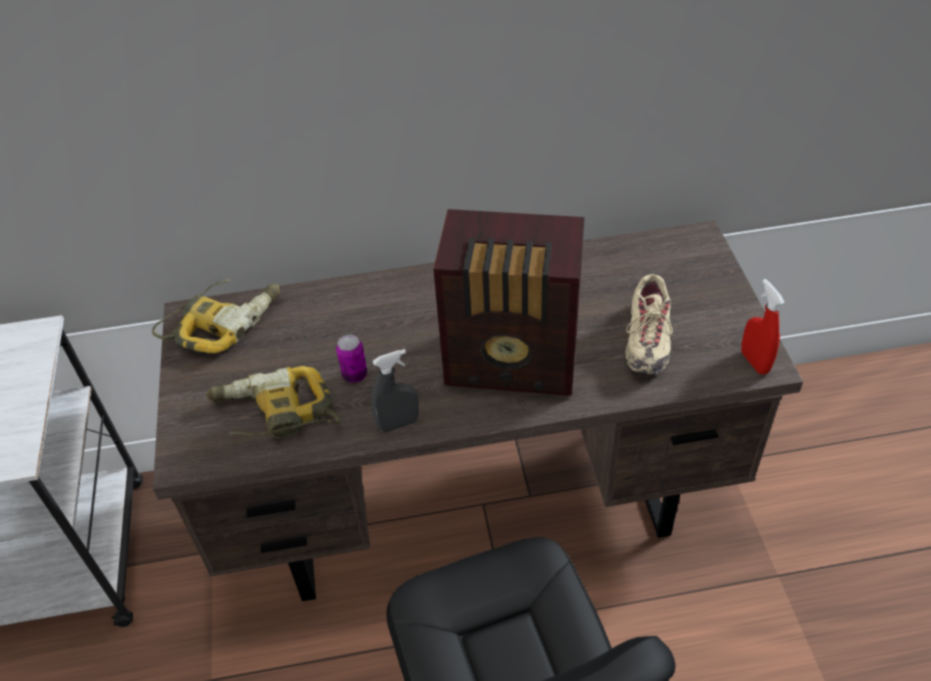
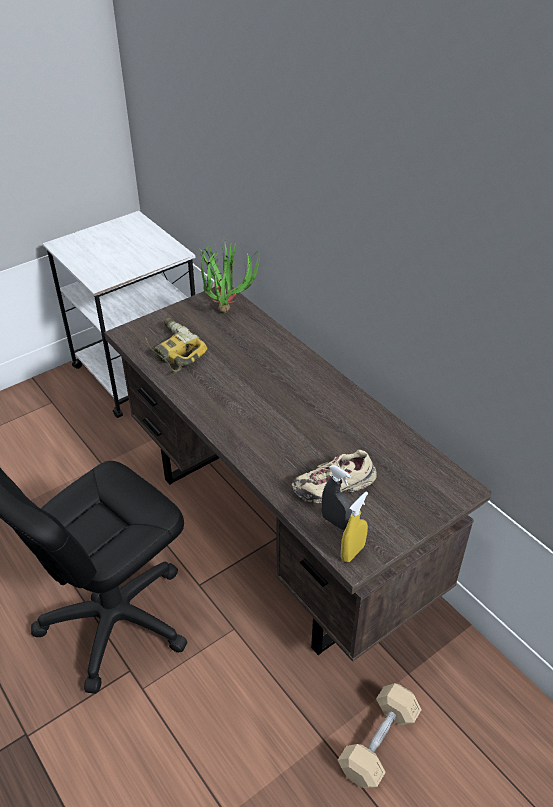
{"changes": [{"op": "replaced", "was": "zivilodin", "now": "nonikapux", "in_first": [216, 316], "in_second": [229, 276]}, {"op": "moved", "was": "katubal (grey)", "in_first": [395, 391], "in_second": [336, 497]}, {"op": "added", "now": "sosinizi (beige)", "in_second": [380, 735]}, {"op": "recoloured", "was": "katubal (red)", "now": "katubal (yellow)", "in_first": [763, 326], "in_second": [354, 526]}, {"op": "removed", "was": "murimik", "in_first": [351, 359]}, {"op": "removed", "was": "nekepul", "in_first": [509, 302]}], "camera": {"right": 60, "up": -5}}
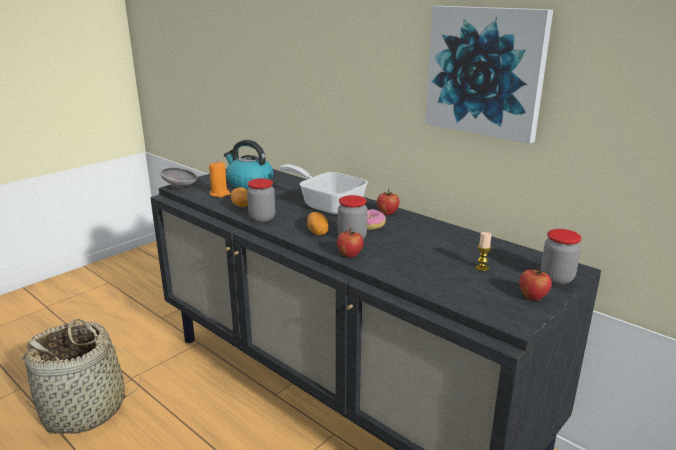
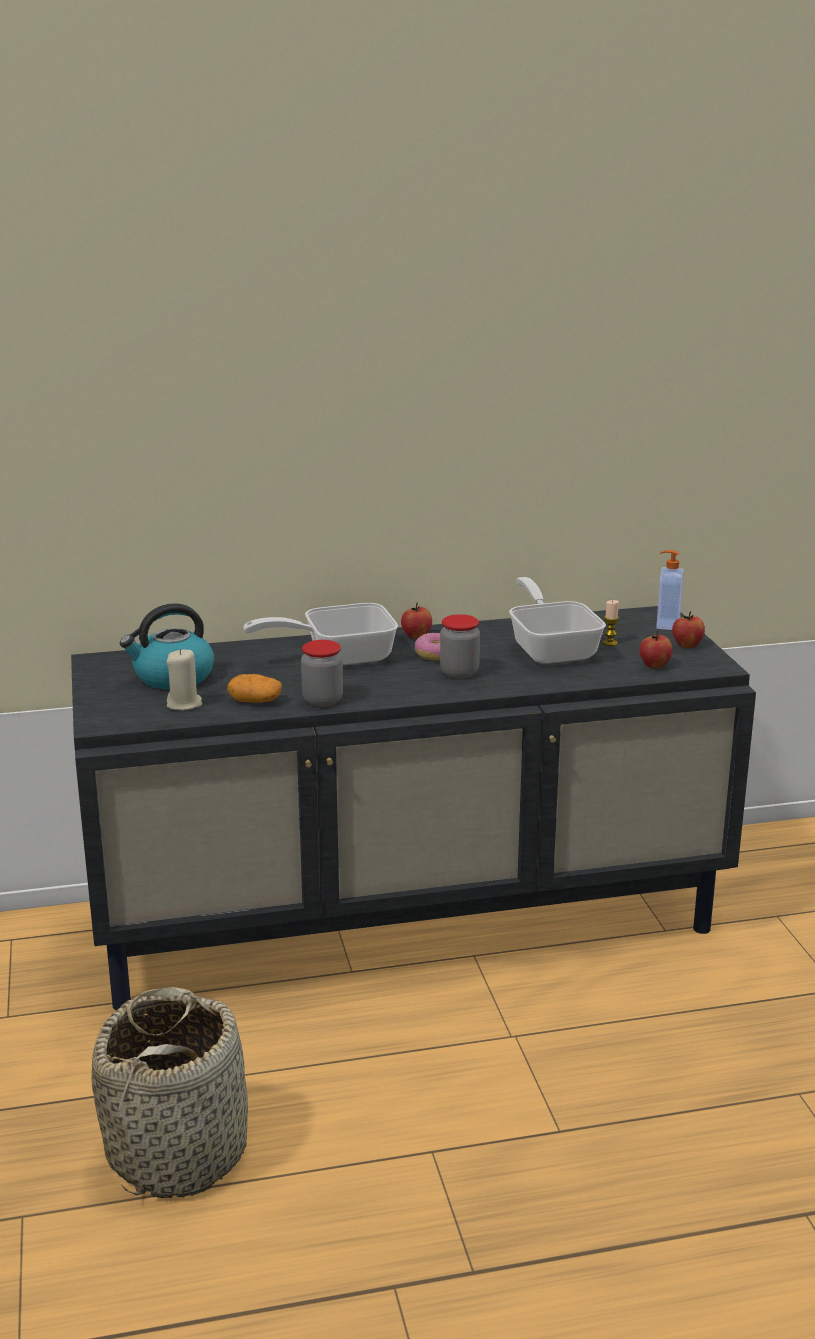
{"changes": [{"op": "recoloured", "was": "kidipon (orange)", "now": "kidipon (beige)", "in_first": [220, 179], "in_second": [184, 680]}, {"op": "added", "now": "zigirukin", "in_second": [557, 620]}, {"op": "moved", "was": "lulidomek", "in_first": [350, 243], "in_second": [655, 649]}, {"op": "replaced", "was": "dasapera", "now": "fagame", "in_first": [561, 256], "in_second": [670, 590]}, {"op": "removed", "was": "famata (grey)", "in_first": [178, 177]}, {"op": "removed", "was": "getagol", "in_first": [317, 223]}, {"op": "removed", "was": "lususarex", "in_first": [489, 75]}], "camera": {"right": -55, "up": 0}}
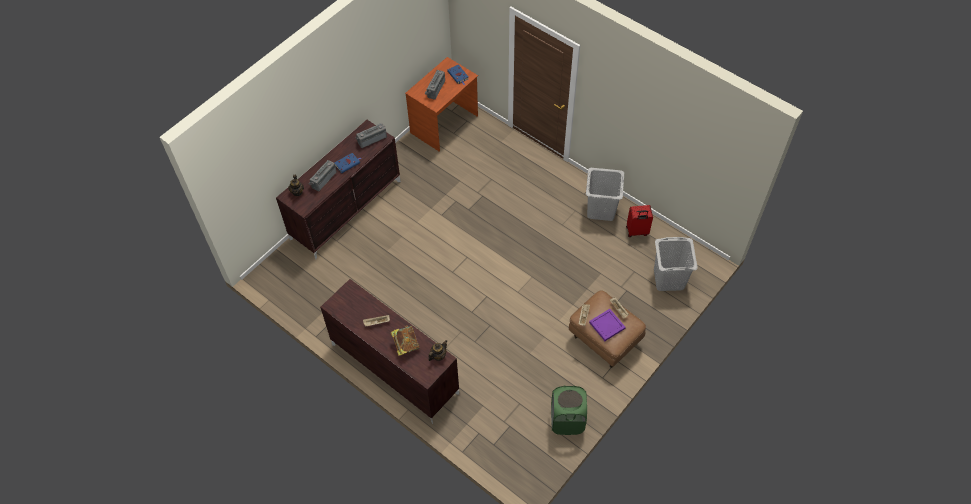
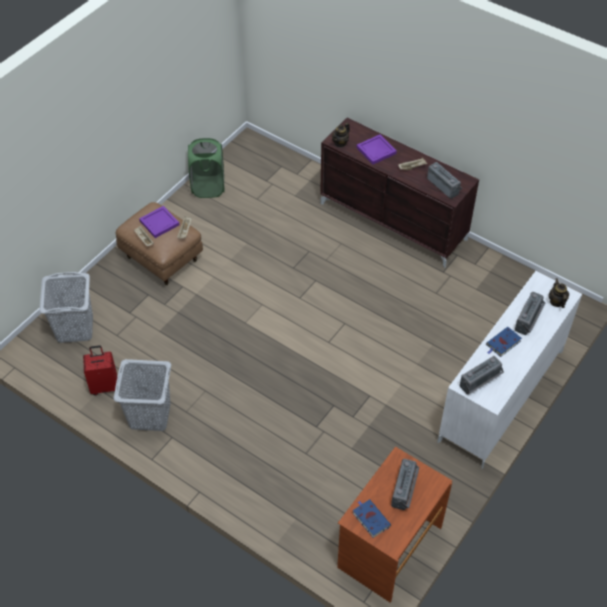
{"changes": [{"op": "replaced", "was": "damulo", "now": "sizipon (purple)", "in_first": [405, 341], "in_second": [376, 149]}, {"op": "added", "now": "nekepul", "in_second": [445, 180]}, {"op": "recoloured", "was": "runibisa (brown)", "now": "runibisa (white)", "in_first": [338, 189], "in_second": [509, 370]}], "camera": {"right": 175, "up": -5}}
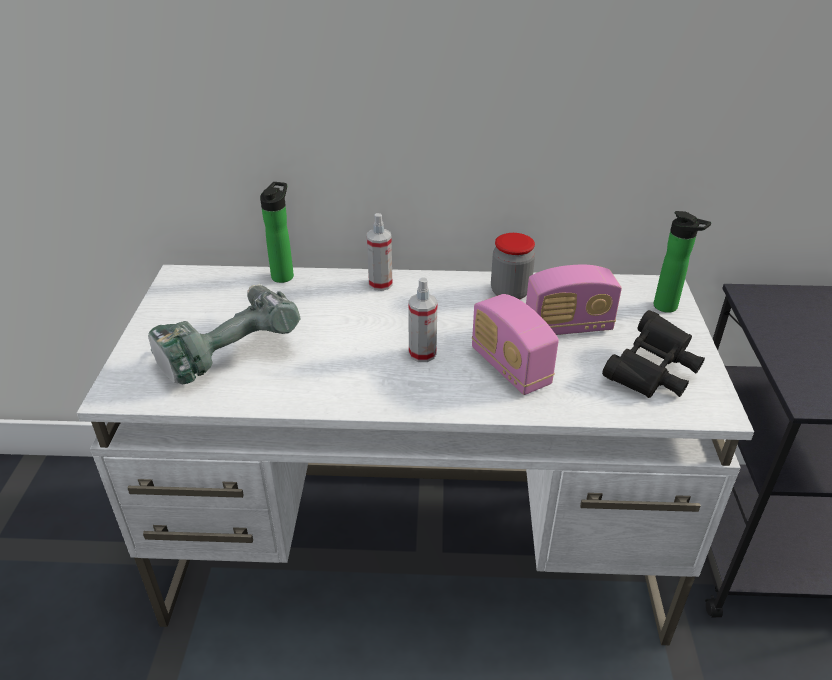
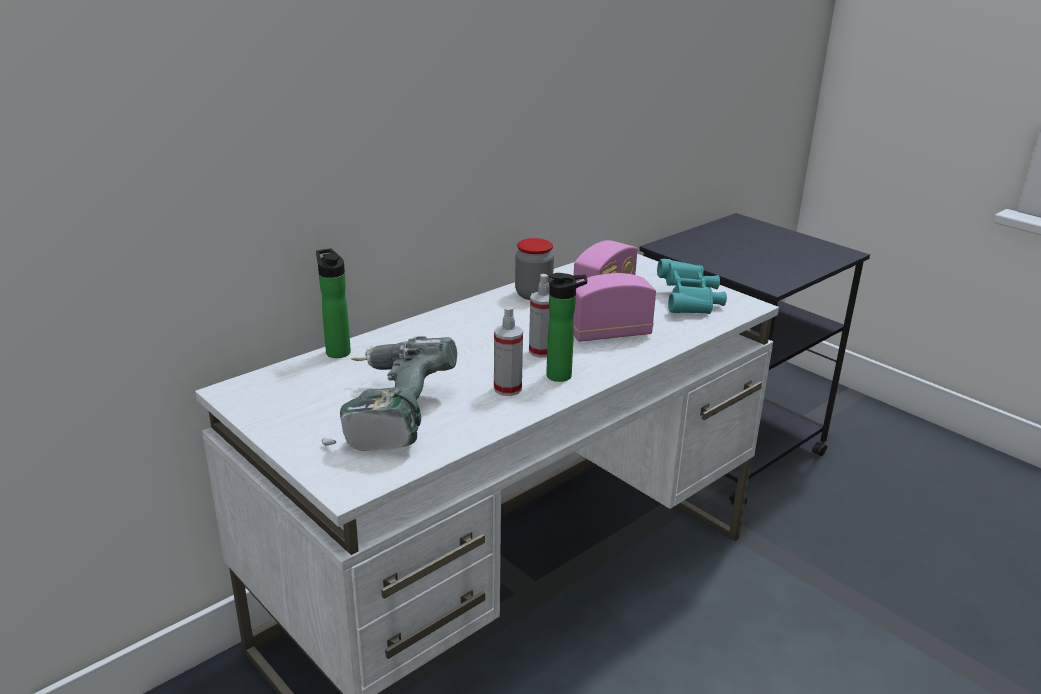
{"changes": [{"op": "moved", "was": "katubal", "in_first": [380, 252], "in_second": [508, 351]}, {"op": "moved", "was": "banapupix", "in_first": [683, 262], "in_second": [566, 327]}, {"op": "turned", "was": "nekepul", "in_first": [515, 344], "in_second": [614, 307], "clockwise": 150}, {"op": "recoloured", "was": "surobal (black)", "now": "surobal (turquoise)", "in_first": [653, 354], "in_second": [692, 286]}], "camera": {"right": -45, "up": -10}}
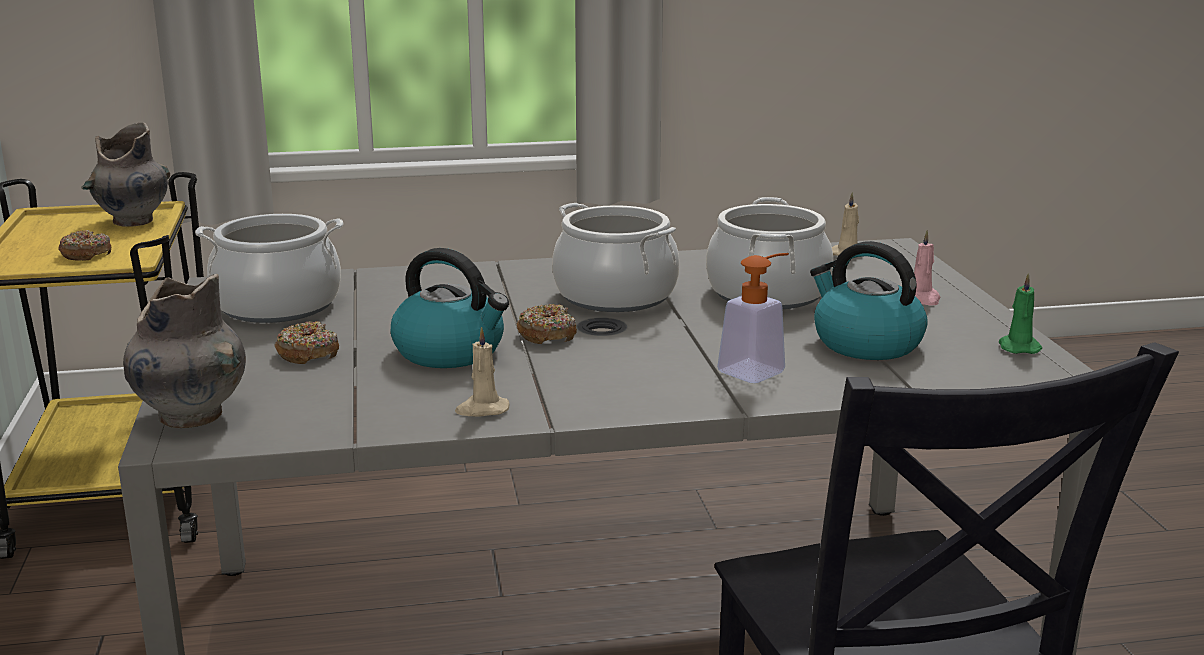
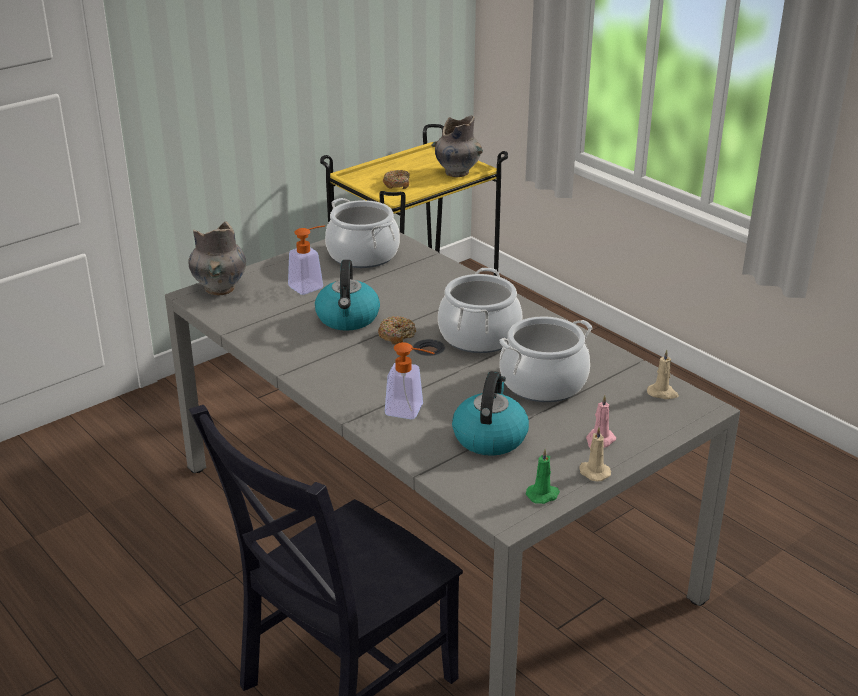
{"changes": [{"op": "replaced", "was": "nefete", "now": "fagame", "in_first": [306, 342], "in_second": [306, 260]}, {"op": "moved", "was": "kidipon (beige)", "in_first": [482, 372], "in_second": [595, 454]}], "camera": {"right": 60, "up": 10}}
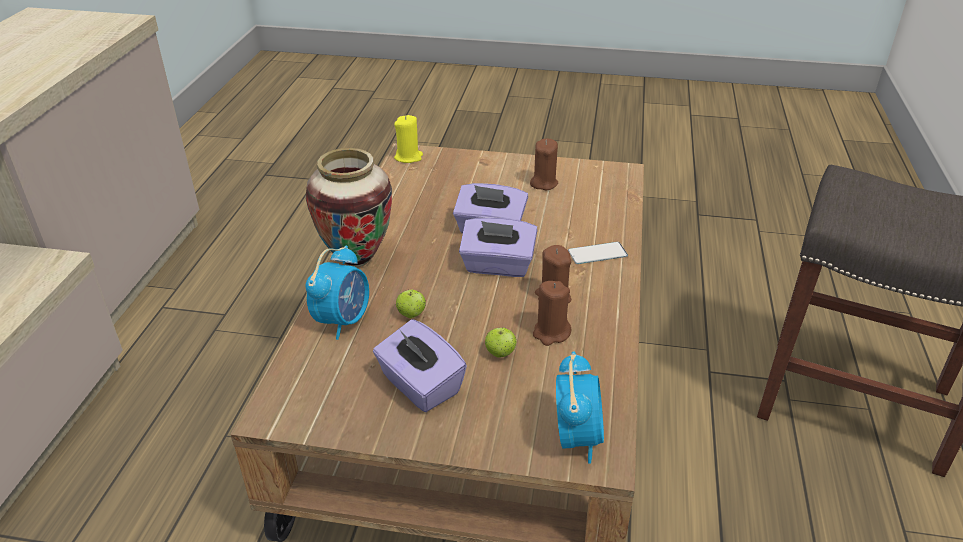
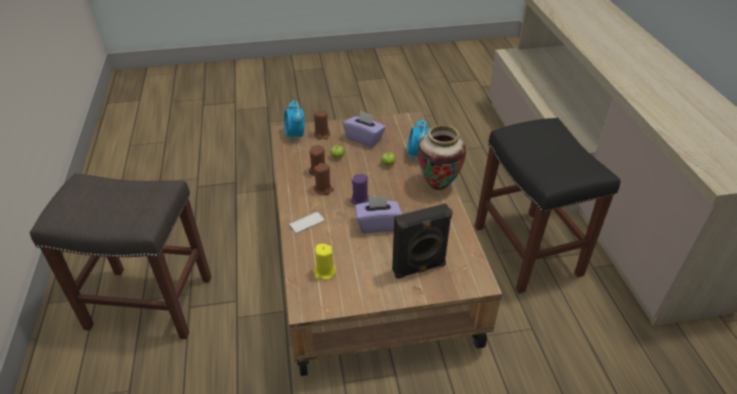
{"changes": [{"op": "moved", "was": "kidipon (brown)", "in_first": [544, 164], "in_second": [322, 125]}, {"op": "moved", "was": "kidipon (yellow)", "in_first": [408, 139], "in_second": [325, 262]}, {"op": "replaced", "was": "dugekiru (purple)", "now": "kidipon (purple)", "in_first": [498, 247], "in_second": [360, 189]}, {"op": "added", "now": "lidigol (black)", "in_second": [422, 241]}, {"op": "added", "now": "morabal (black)", "in_second": [548, 206]}], "camera": {"right": 160, "up": 5}}
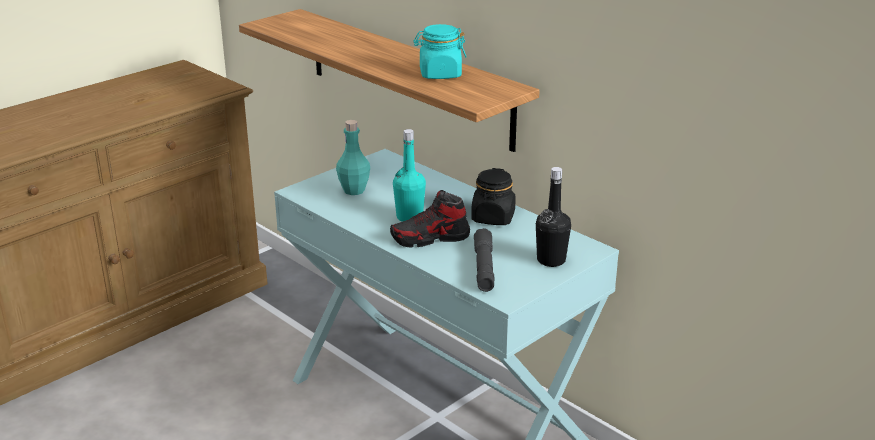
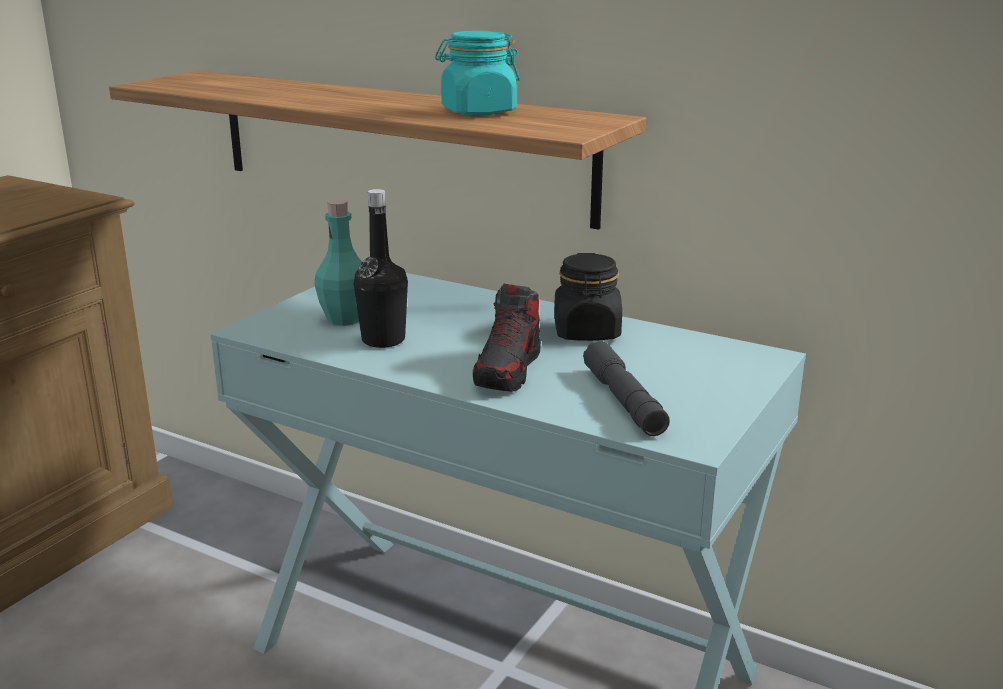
{"changes": [{"op": "moved", "was": "banapupix (black)", "in_first": [553, 217], "in_second": [381, 268]}, {"op": "turned", "was": "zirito", "in_first": [430, 218], "in_second": [507, 338], "clockwise": -45}, {"op": "removed", "was": "banapupix (turquoise)", "in_first": [409, 175]}], "camera": {"right": -15, "up": -5}}
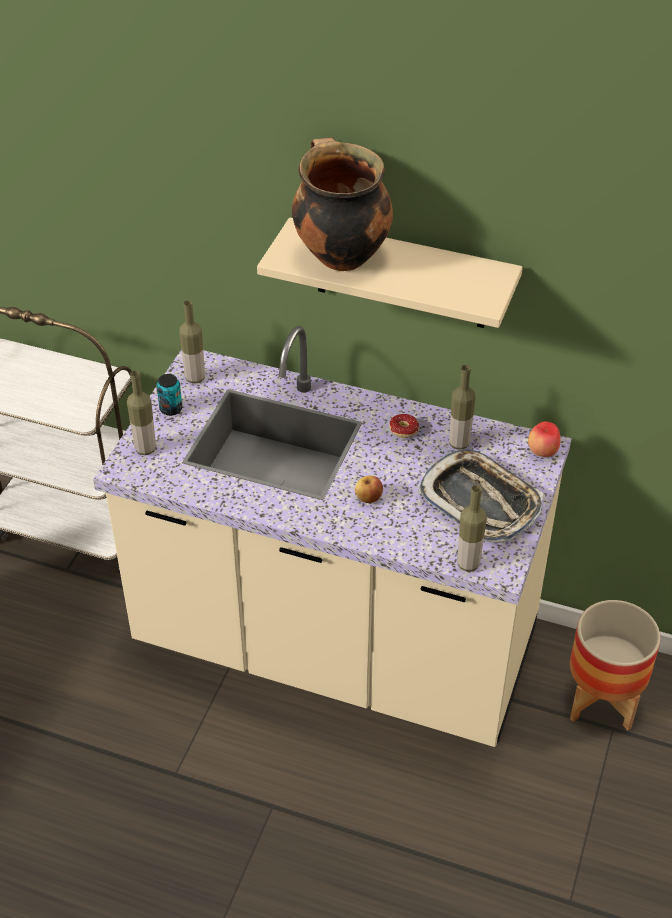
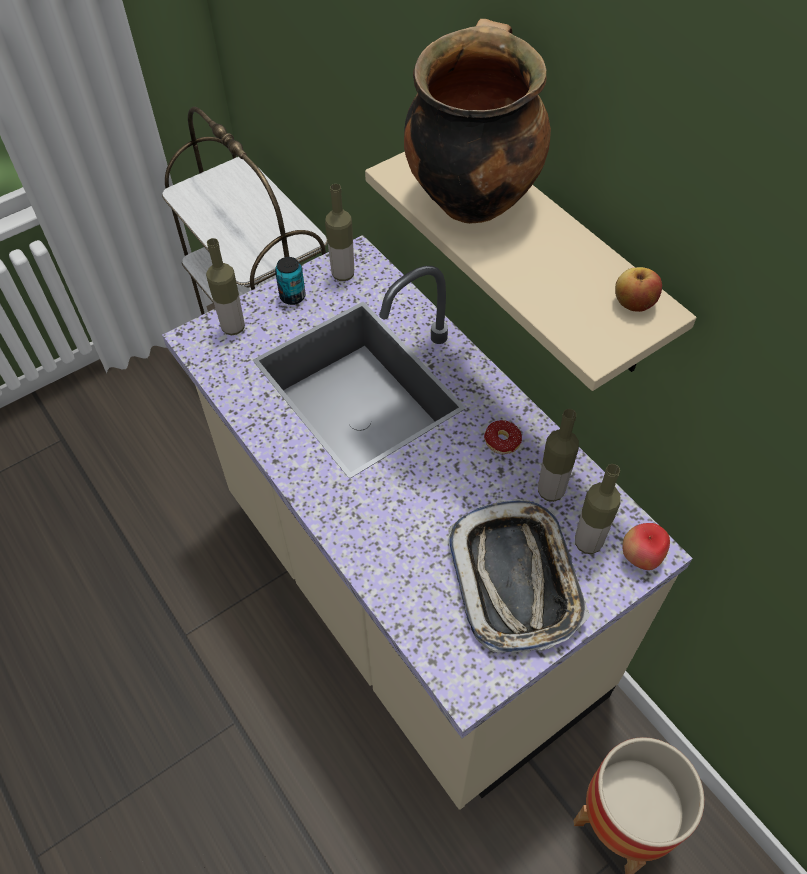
{"changes": [{"op": "moved", "was": "banapupix", "in_first": [472, 528], "in_second": [598, 509]}, {"op": "moved", "was": "lulidomek", "in_first": [369, 489], "in_second": [638, 289]}], "camera": {"right": 35, "up": 10}}
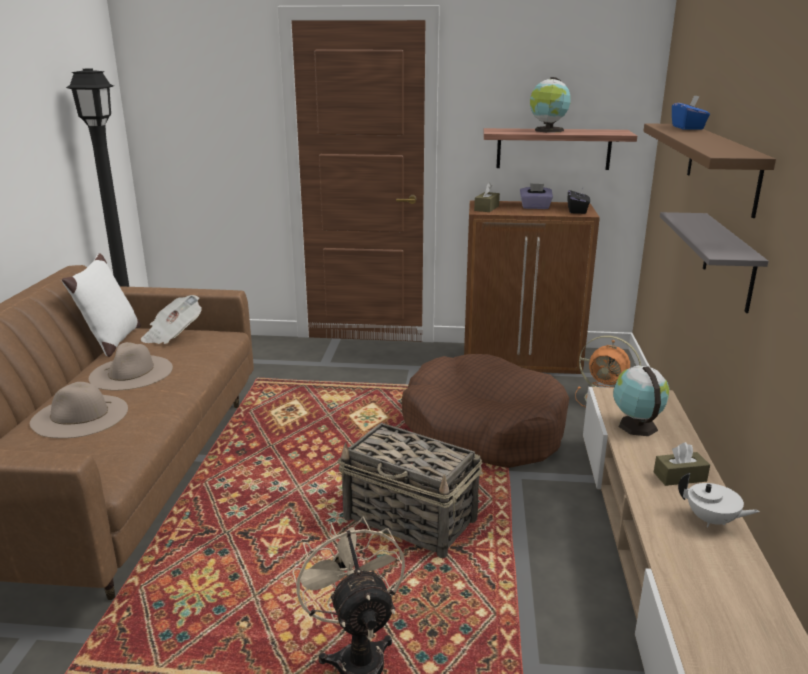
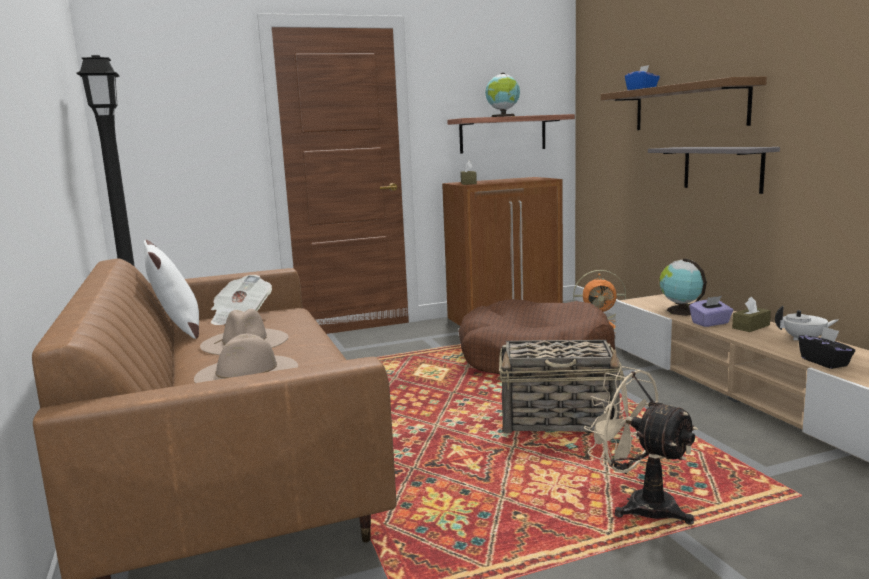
{"changes": [{"op": "moved", "was": "dugekiru (purple)", "in_first": [536, 196], "in_second": [711, 311]}, {"op": "moved", "was": "dugekiru (black)", "in_first": [579, 200], "in_second": [826, 347]}], "camera": {"right": -25, "up": -10}}
